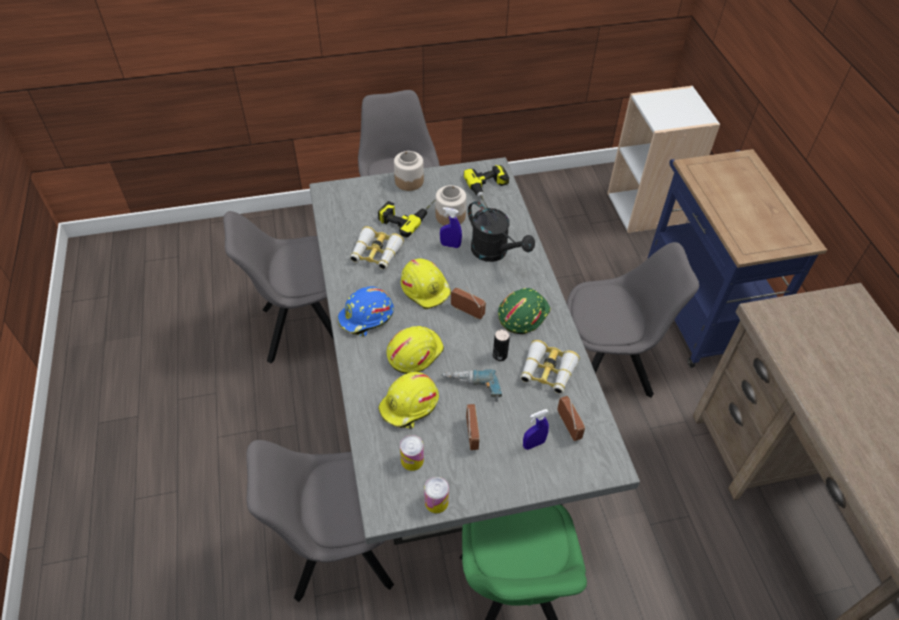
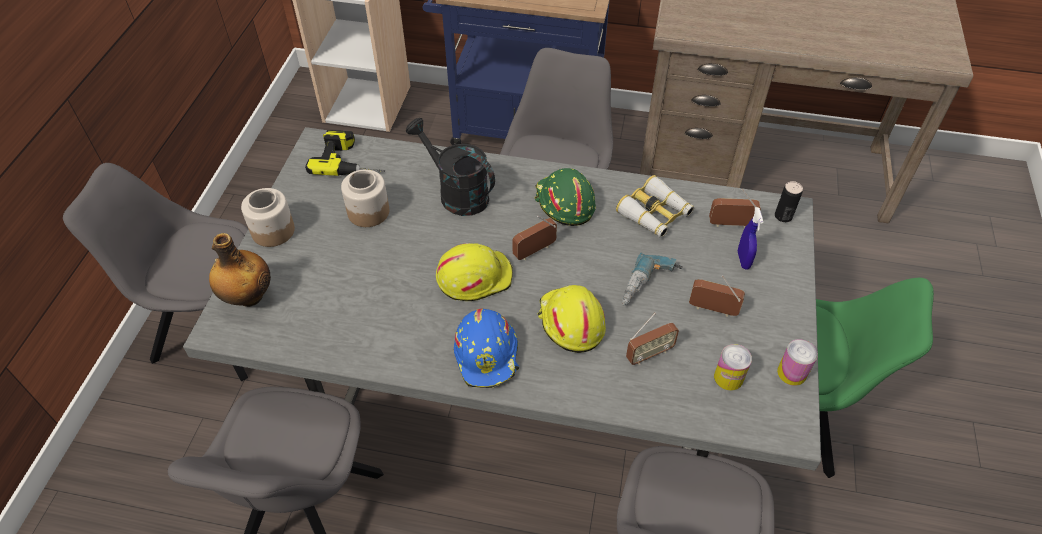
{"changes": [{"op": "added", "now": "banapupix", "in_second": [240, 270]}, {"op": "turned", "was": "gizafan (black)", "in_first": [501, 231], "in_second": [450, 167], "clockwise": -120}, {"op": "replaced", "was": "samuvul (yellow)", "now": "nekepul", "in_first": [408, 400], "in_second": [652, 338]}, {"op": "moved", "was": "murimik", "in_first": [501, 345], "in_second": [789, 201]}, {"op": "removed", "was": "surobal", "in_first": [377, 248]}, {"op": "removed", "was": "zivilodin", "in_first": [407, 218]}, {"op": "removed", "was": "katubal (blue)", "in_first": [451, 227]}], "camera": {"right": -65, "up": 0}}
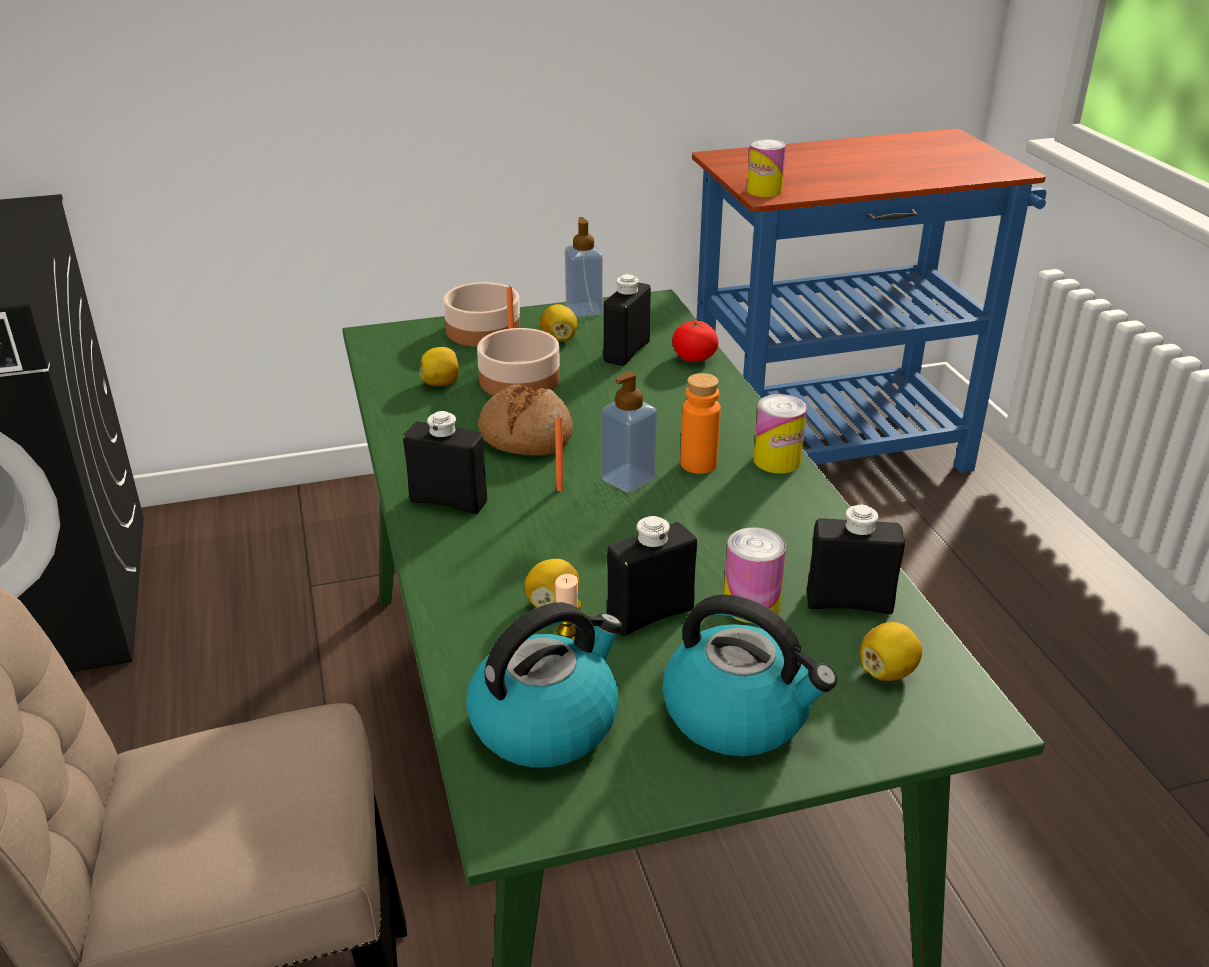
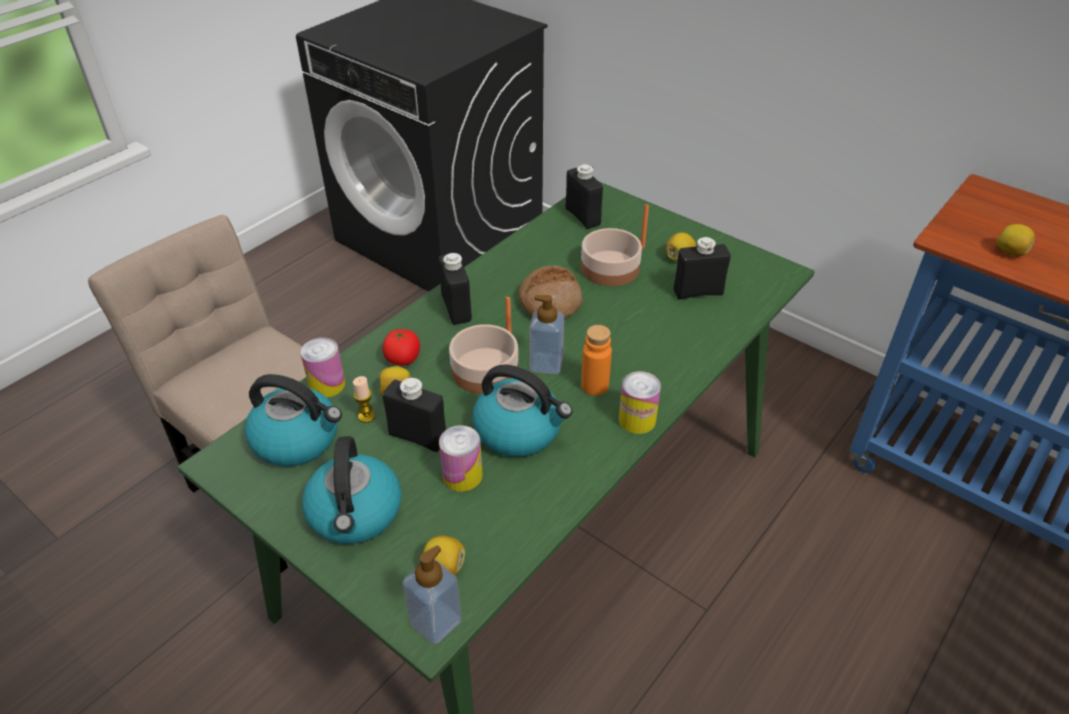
{"changes": [{"op": "moved", "was": "murimik", "in_first": [766, 168], "in_second": [323, 367]}, {"op": "moved", "was": "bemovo", "in_first": [695, 341], "in_second": [401, 347]}, {"op": "moved", "was": "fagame", "in_first": [584, 267], "in_second": [432, 594]}, {"op": "moved", "was": "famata", "in_first": [481, 314], "in_second": [483, 359]}, {"op": "added", "now": "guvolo", "in_second": [522, 411]}, {"op": "moved", "was": "banapupix (black)", "in_first": [856, 559], "in_second": [584, 196]}, {"op": "moved", "was": "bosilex", "in_first": [439, 366], "in_second": [1015, 240]}], "camera": {"right": 55, "up": 10}}
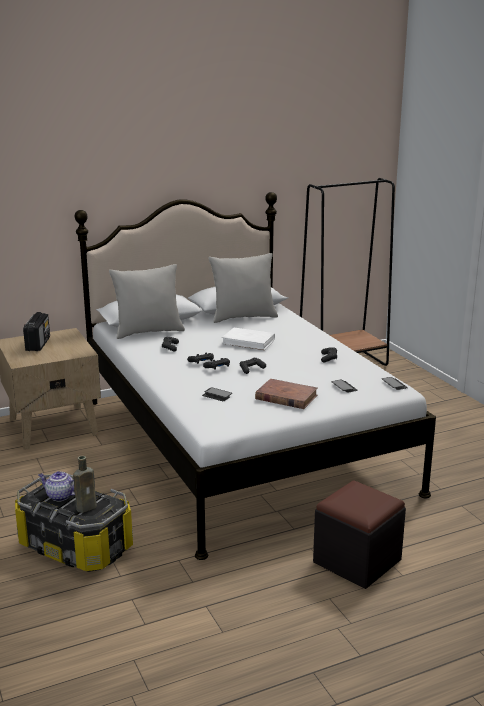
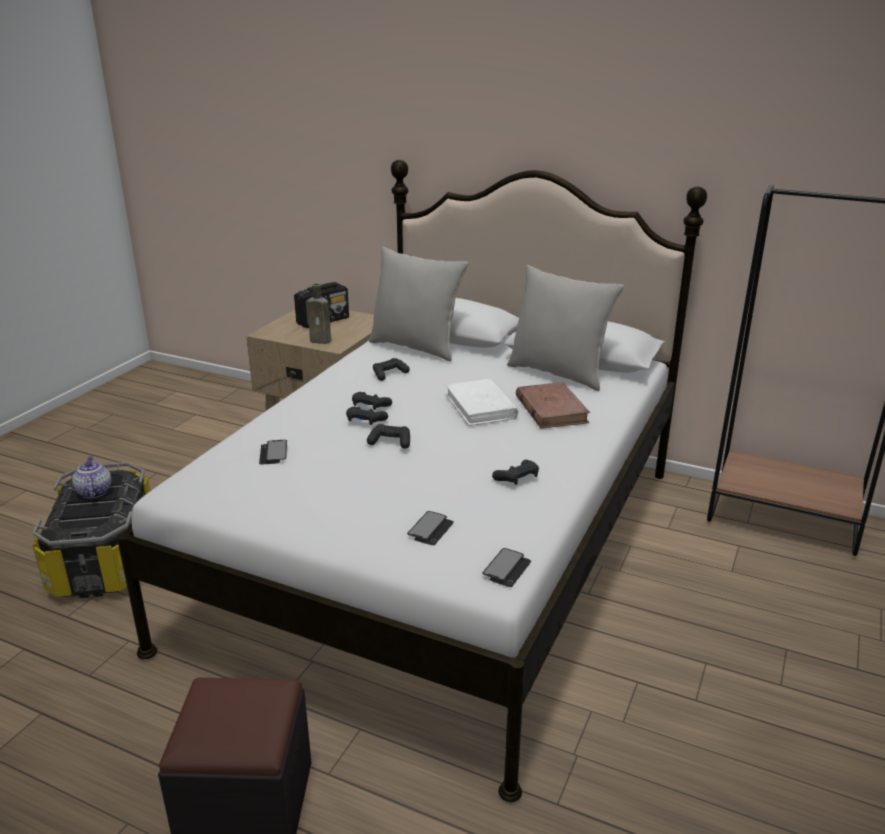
{"changes": [{"op": "moved", "was": "banapupix (brown)", "in_first": [85, 484], "in_second": [319, 313]}, {"op": "moved", "was": "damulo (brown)", "in_first": [286, 394], "in_second": [553, 405]}], "camera": {"right": 50, "up": 5}}
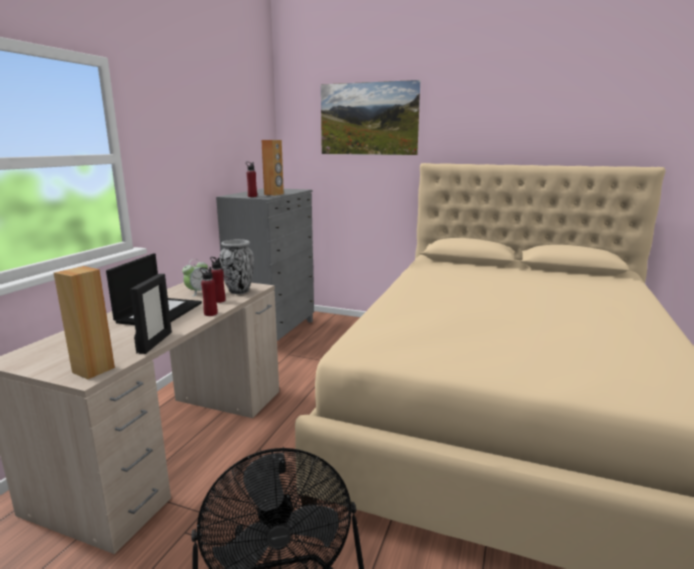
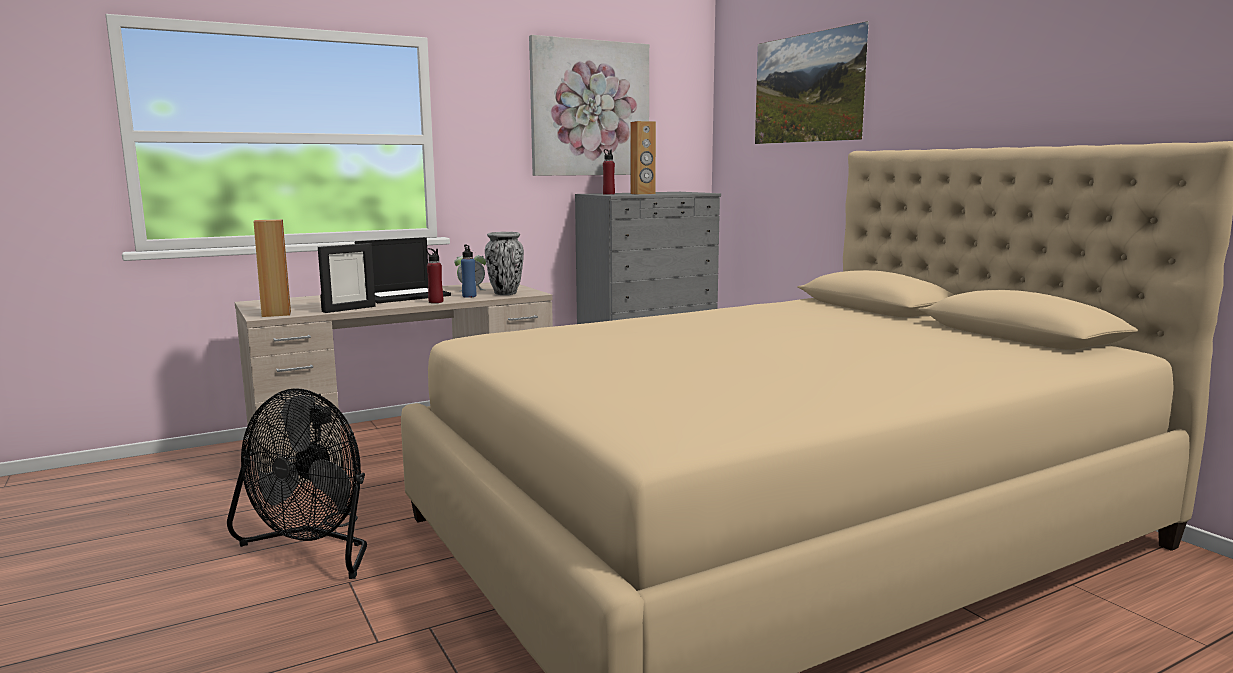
{"changes": [{"op": "recoloured", "was": "banapupix (red)", "now": "banapupix (blue)", "in_first": [218, 280], "in_second": [468, 271]}, {"op": "added", "now": "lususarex", "in_second": [589, 105]}], "camera": {"right": 40, "up": -5}}
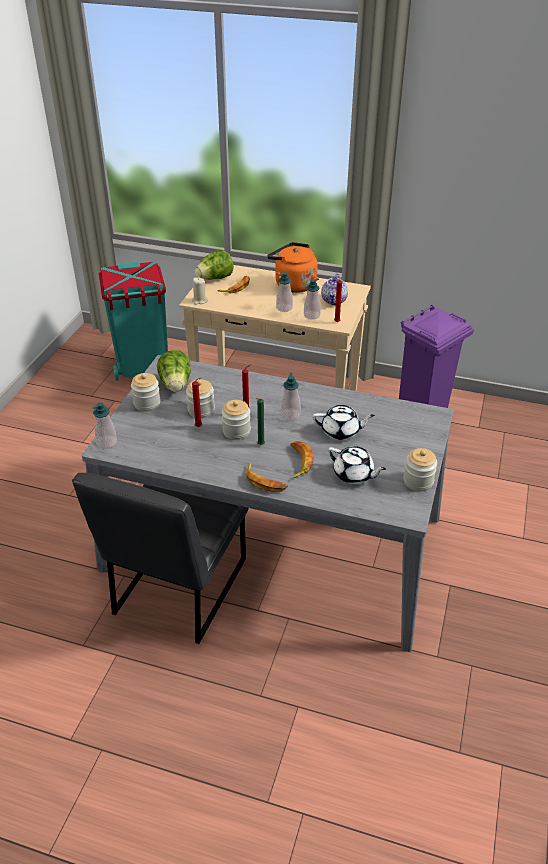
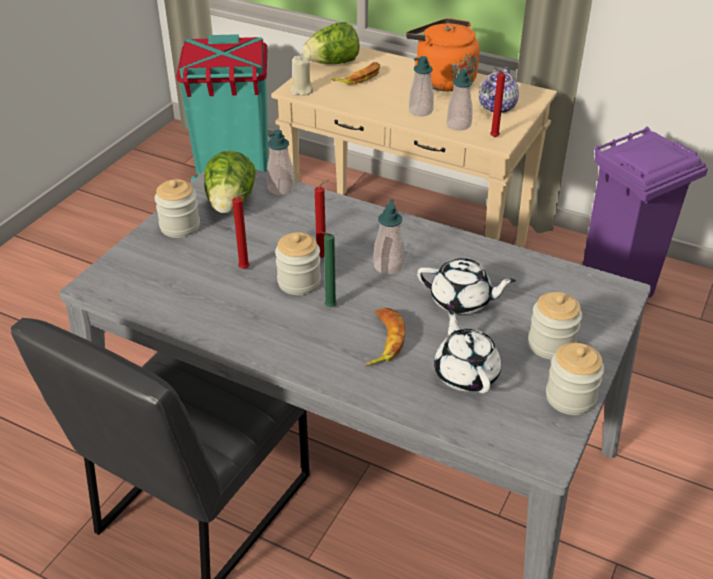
{"changes": [{"op": "moved", "was": "fagame", "in_first": [105, 425], "in_second": [281, 162]}, {"op": "turned", "was": "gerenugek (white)", "in_first": [357, 465], "in_second": [467, 350], "clockwise": -150}, {"op": "moved", "was": "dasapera", "in_first": [200, 398], "in_second": [555, 326]}, {"op": "removed", "was": "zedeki", "in_first": [266, 477]}], "camera": {"right": 10, "up": 0}}
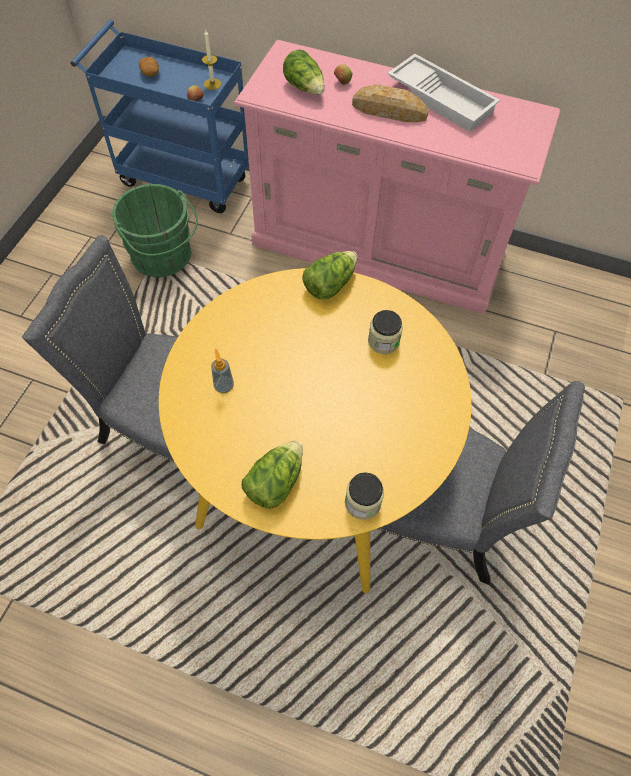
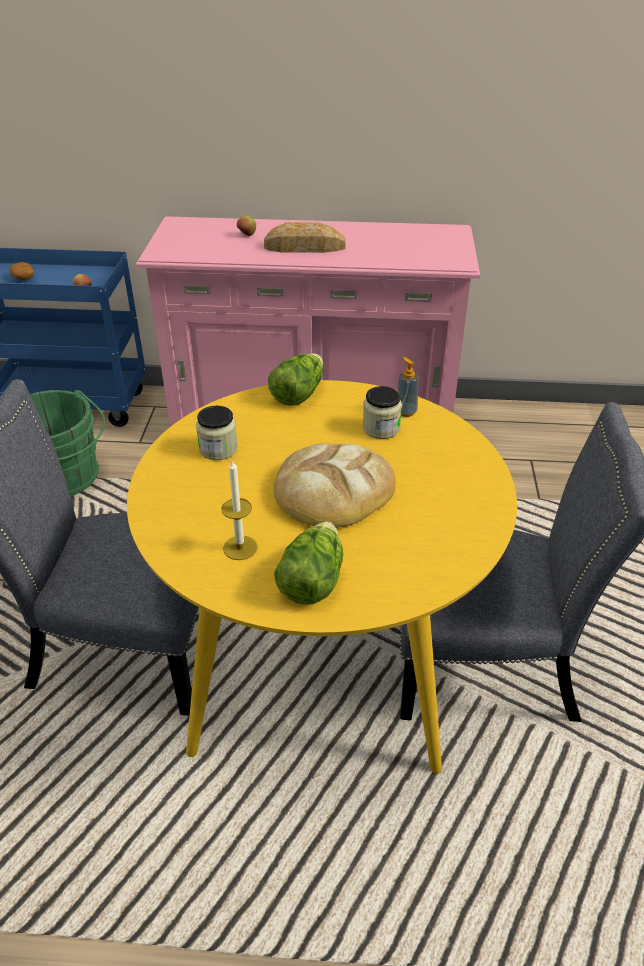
{"changes": [{"op": "moved", "was": "dasapera", "in_first": [364, 496], "in_second": [217, 433]}, {"op": "moved", "was": "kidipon", "in_first": [212, 60], "in_second": [239, 510]}, {"op": "added", "now": "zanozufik", "in_second": [334, 486]}, {"op": "moved", "was": "fagame", "in_first": [222, 371], "in_second": [408, 387]}, {"op": "removed", "was": "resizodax", "in_first": [304, 72]}, {"op": "removed", "was": "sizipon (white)", "in_first": [444, 93]}], "camera": {"right": -15, "up": -20}}
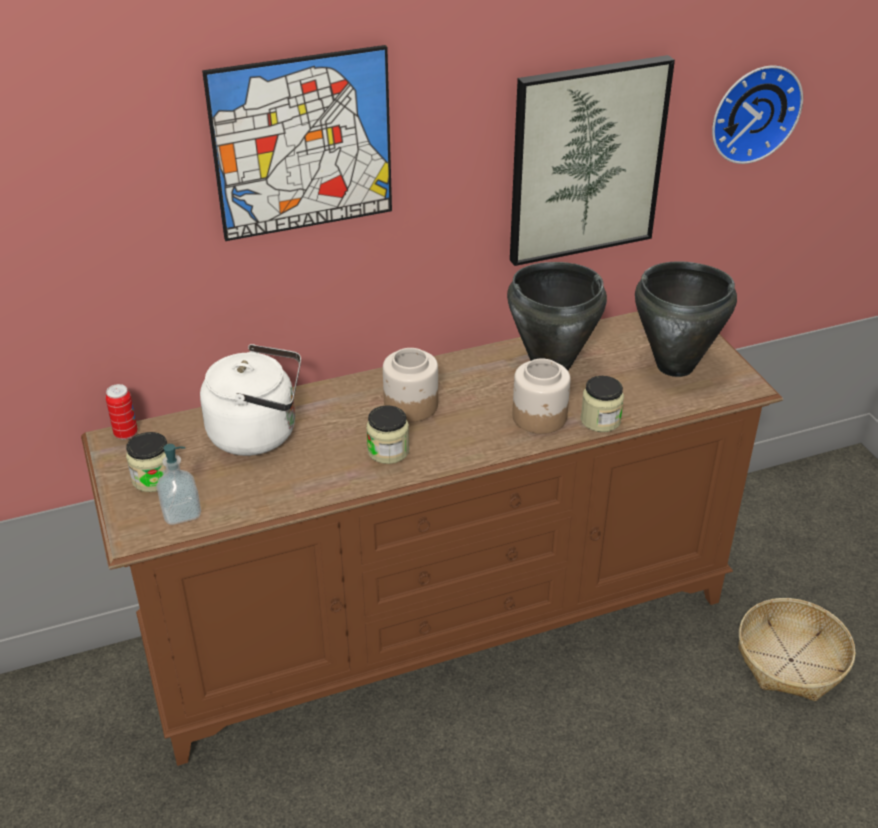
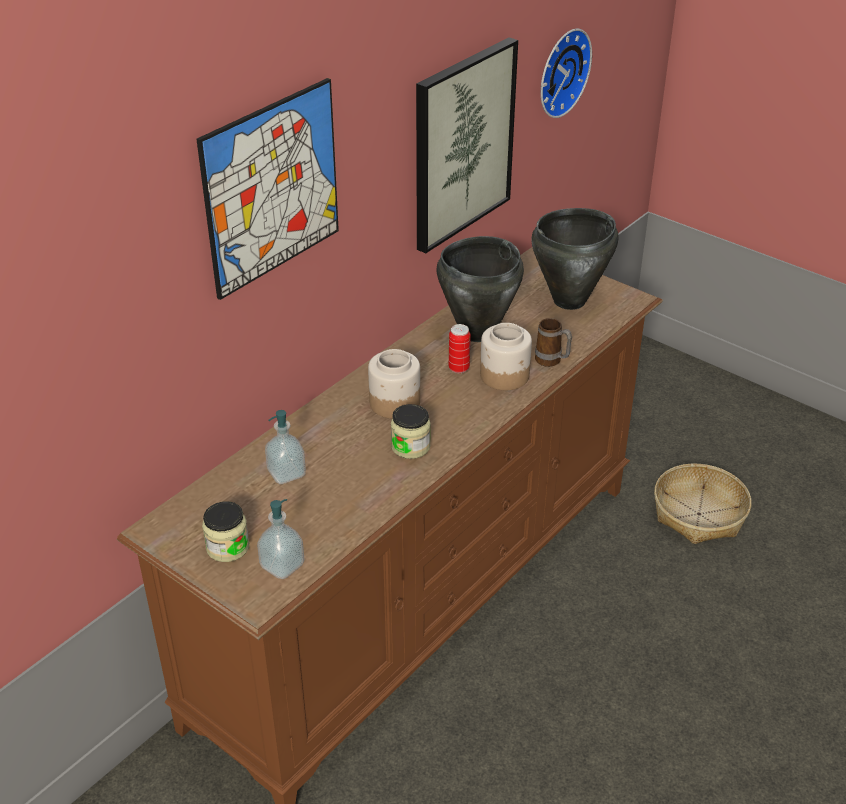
{"changes": [{"op": "replaced", "was": "guvolo (white)", "now": "fagame", "in_first": [250, 400], "in_second": [285, 447]}, {"op": "moved", "was": "murimik", "in_first": [122, 412], "in_second": [460, 348]}, {"op": "replaced", "was": "dasapera", "now": "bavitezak", "in_first": [602, 404], "in_second": [553, 342]}], "camera": {"right": -30, "up": 0}}
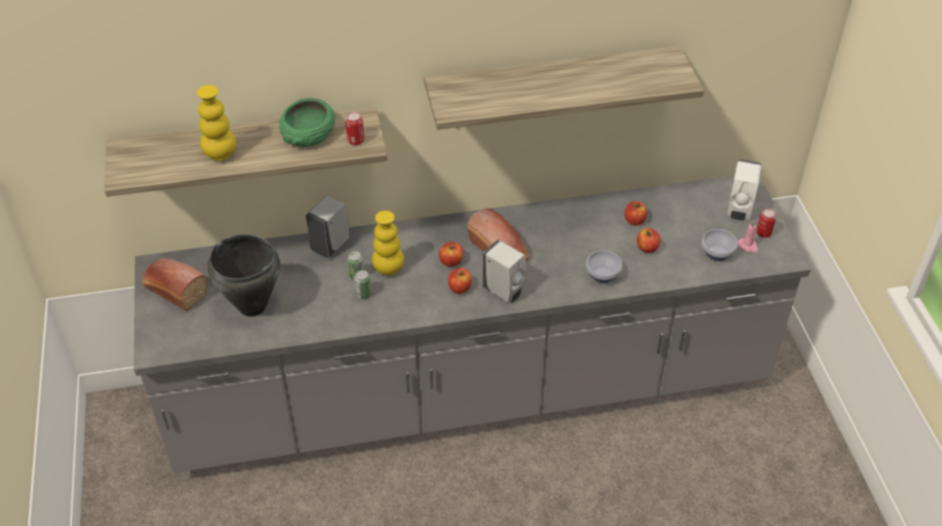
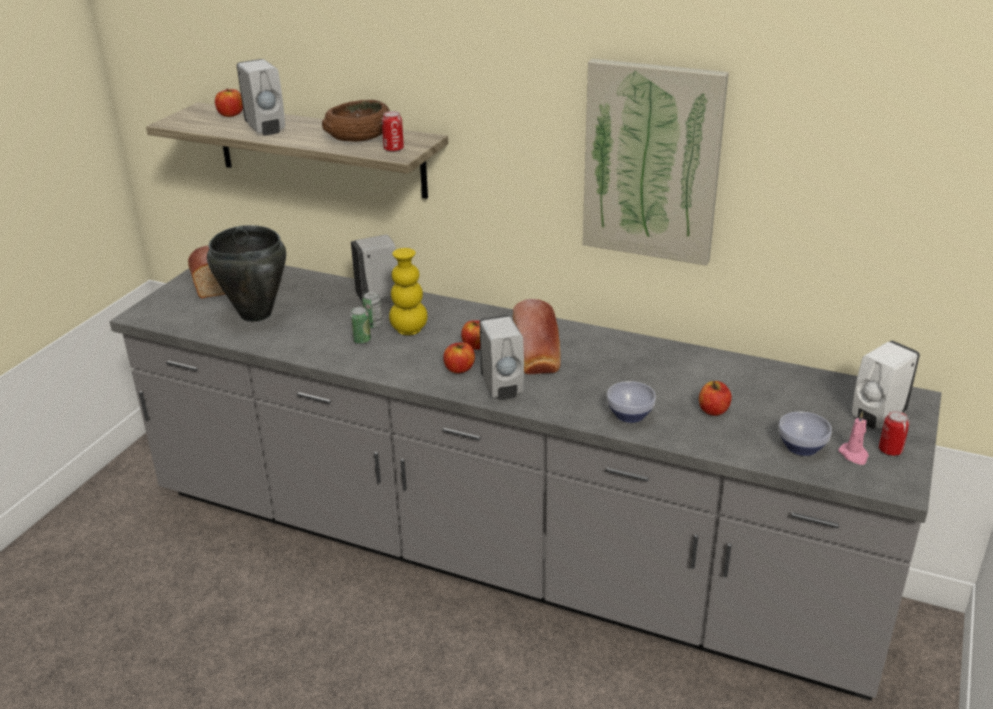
{"changes": [{"op": "moved", "was": "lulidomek", "in_first": [636, 213], "in_second": [229, 102]}, {"op": "replaced", "was": "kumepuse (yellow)", "now": "fagame (white)", "in_first": [216, 123], "in_second": [261, 97]}, {"op": "recoloured", "was": "famata (green)", "now": "famata (brown)", "in_first": [307, 122], "in_second": [356, 121]}, {"op": "replaced", "was": "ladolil", "now": "lususarex", "in_first": [564, 88], "in_second": [656, 162]}], "camera": {"right": 35, "up": -15}}
